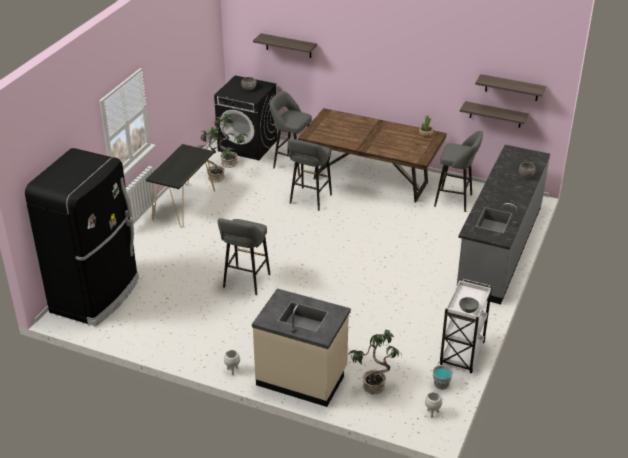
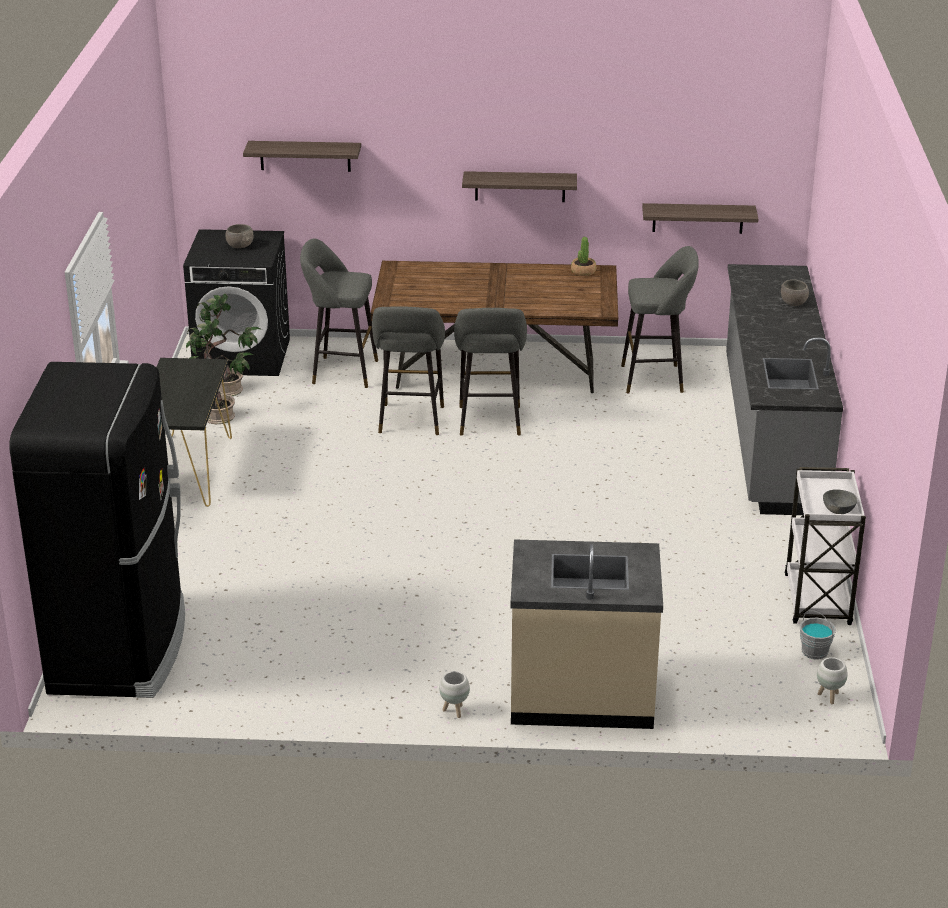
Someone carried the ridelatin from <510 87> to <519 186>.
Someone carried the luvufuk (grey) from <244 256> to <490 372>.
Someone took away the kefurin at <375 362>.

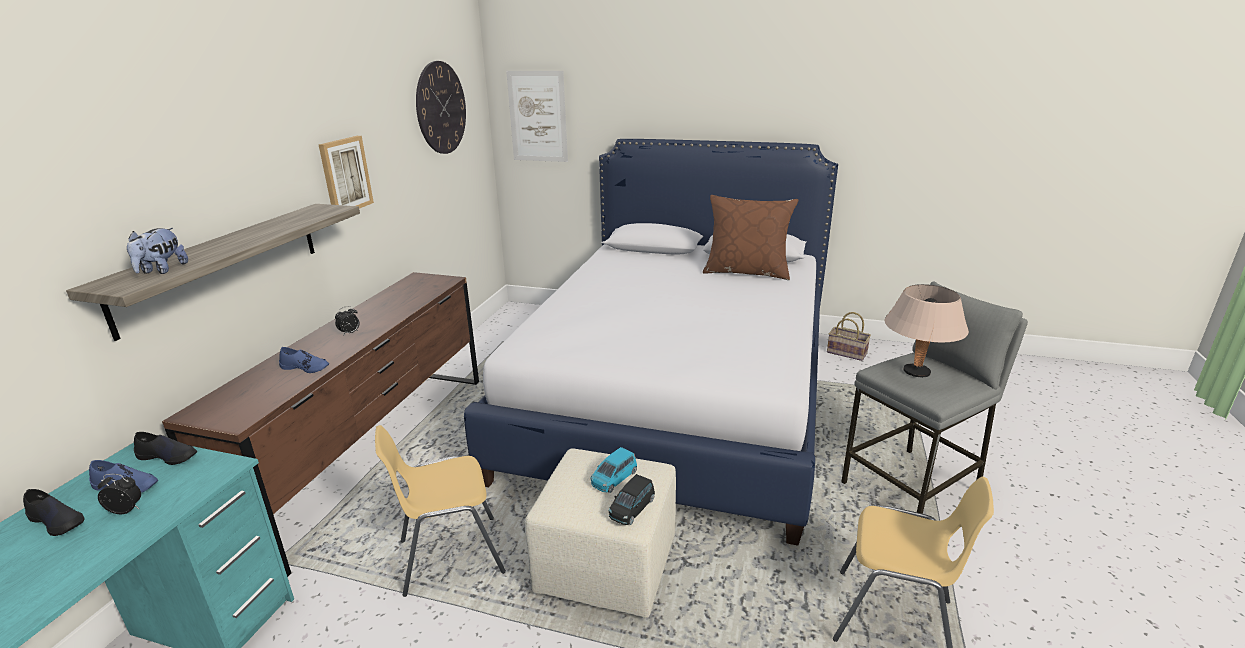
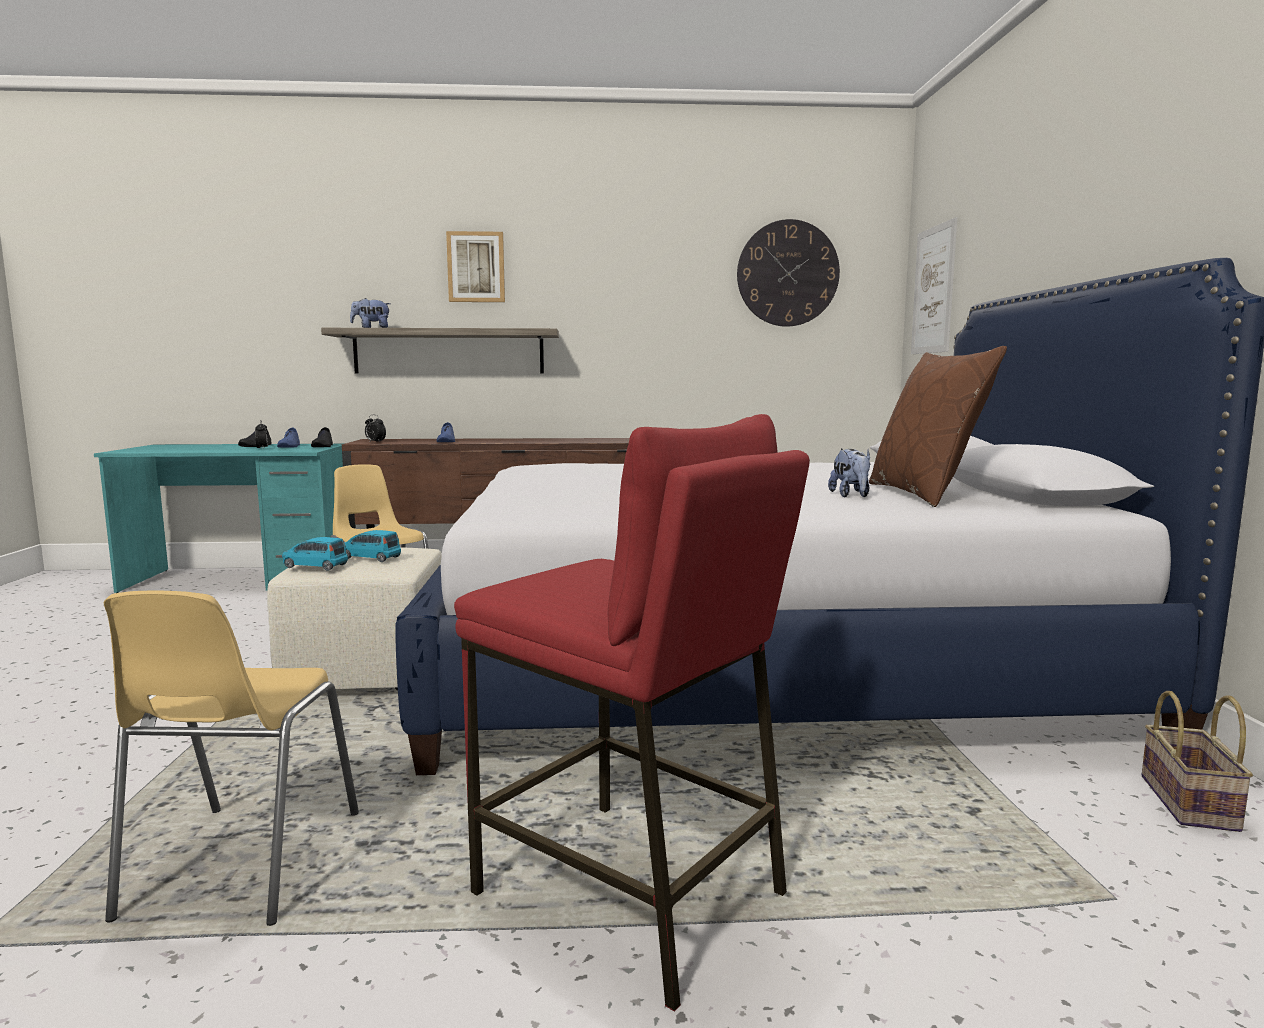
Someone carried the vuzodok from <346 172> to <475 266>.
Someone repainted the luvufuk (grey) at <934 397>, which became the luvufuk (red) at <632 713>.
Someone took away the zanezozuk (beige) at <927 331>.
Someone carried the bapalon from <347 321> to <375 428>.
Someone repainted the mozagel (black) at <631 499>, which became the mozagel (blue) at <315 554>.
Someone put down the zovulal at <849 473>.

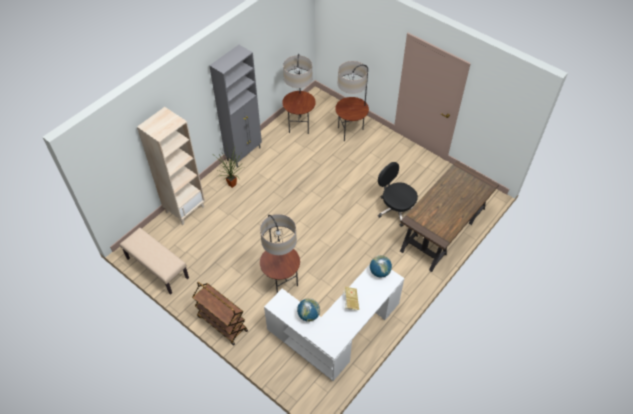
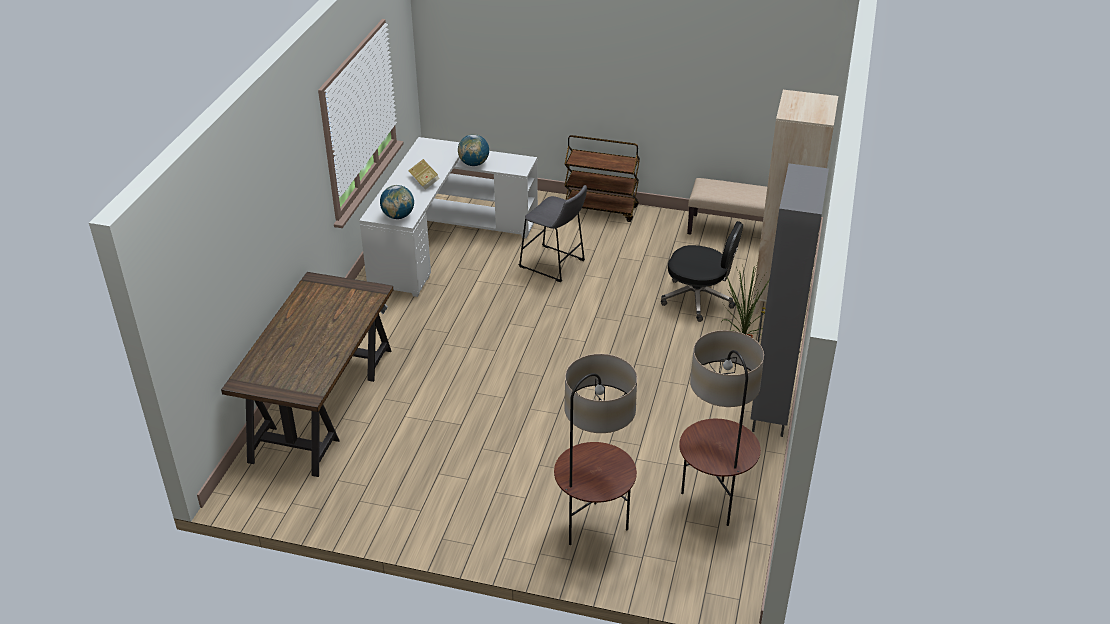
Someone carried the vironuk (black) from <398 194> to <702 271>.
Someone swapped the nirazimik at <280 253> for the luvufuk (grey) at <553 234>.

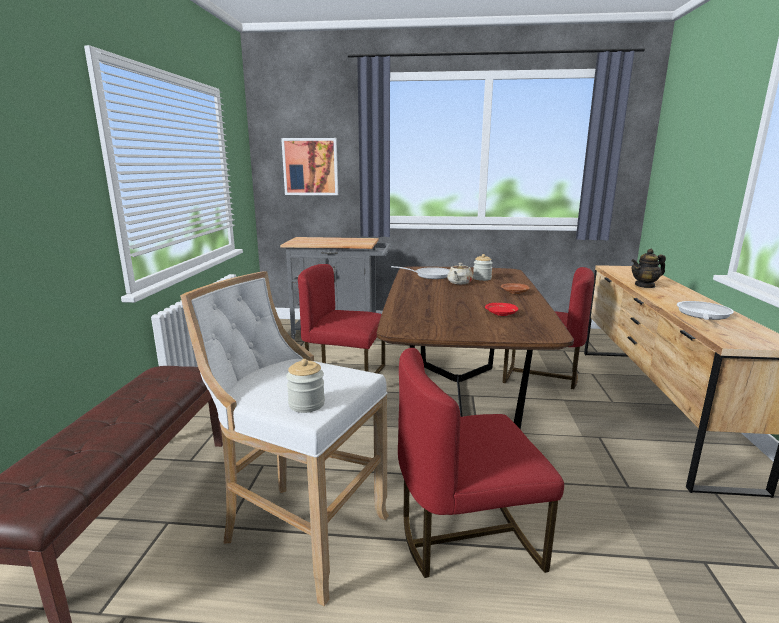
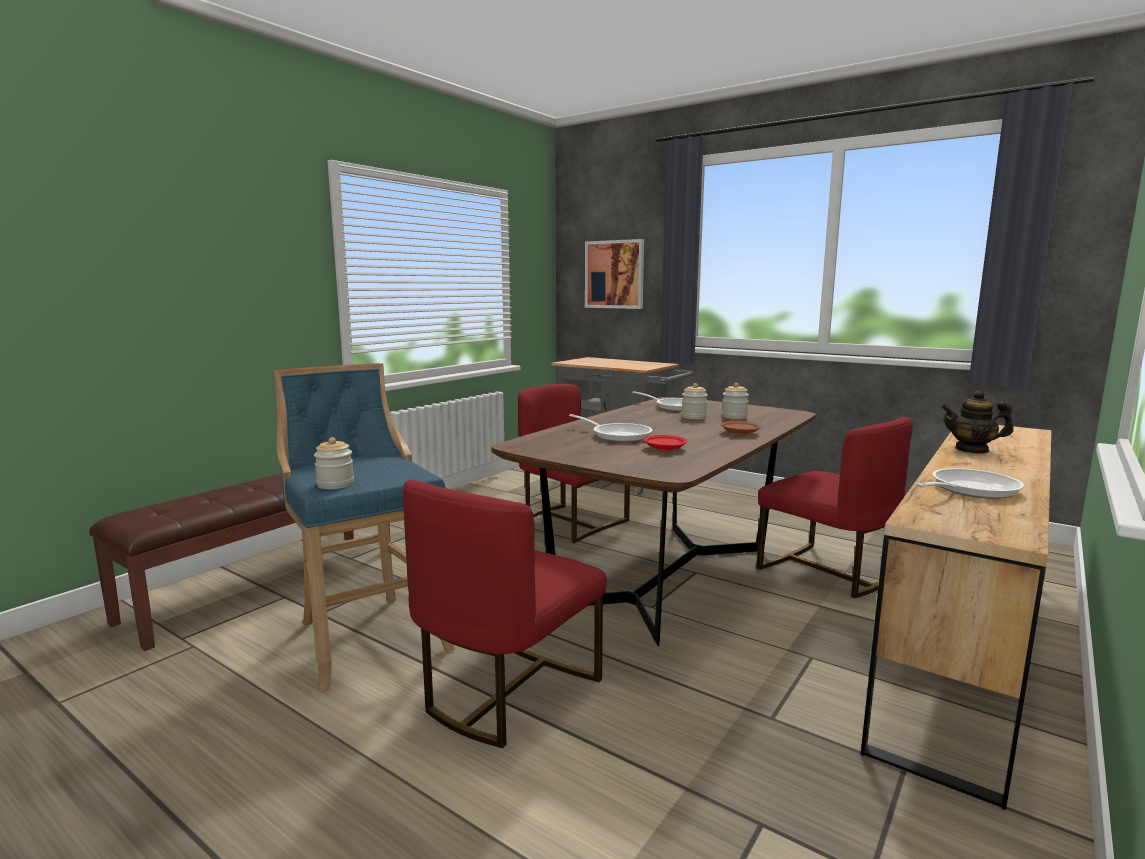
Someone swapped the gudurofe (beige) at <460 273> for the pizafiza at <694 401>.
Someone repainted the luvufuk (white) at <284 438>, which became the luvufuk (blue) at <364 528>.
Someone rotated the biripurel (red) at <481 463> by 75 degrees counterclockwise.
Someone put down the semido at <611 428>.

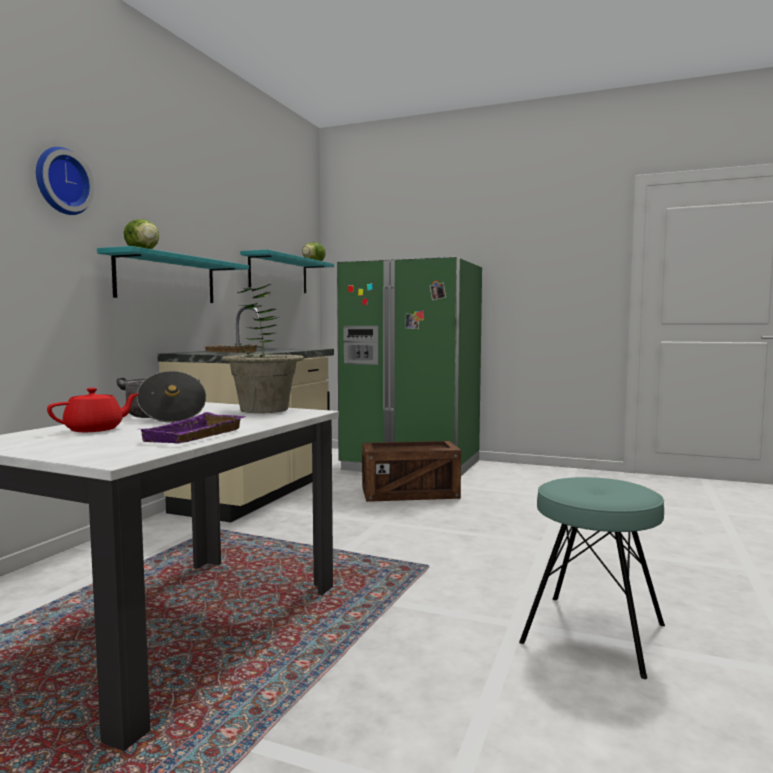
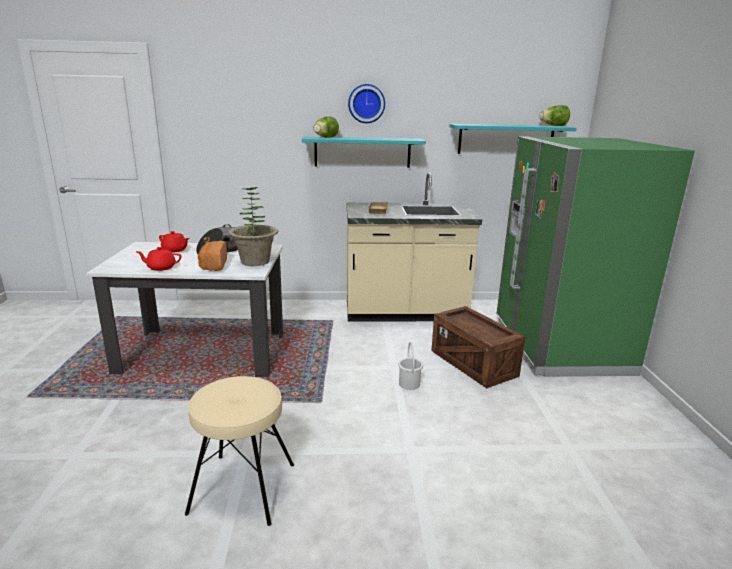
Someone carried the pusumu from <65 181> to <366 103>.
Someone swapped the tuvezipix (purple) at <193 428> for the gudurofe (red) at <158 259>.
Someone repainted the luvufuk (turquoise) at <592 578>, which became the luvufuk (beige) at <239 451>.
Someone put down the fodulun at <212 256>.
Someone put down the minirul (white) at <410 366>.

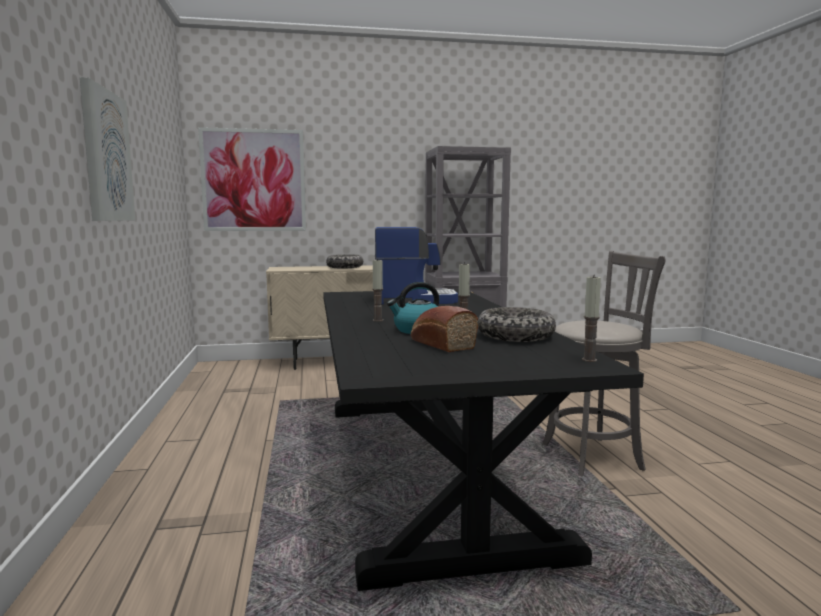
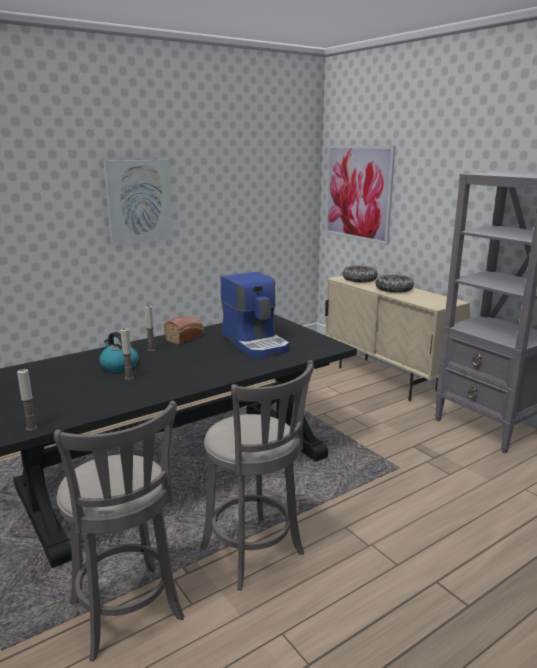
Someone carried the fodulun from <444 329> to <184 330>.
Someone carried the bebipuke from <516 324> to <360 274>.
Someone put down the luvufuk (grey) at <119 531>.

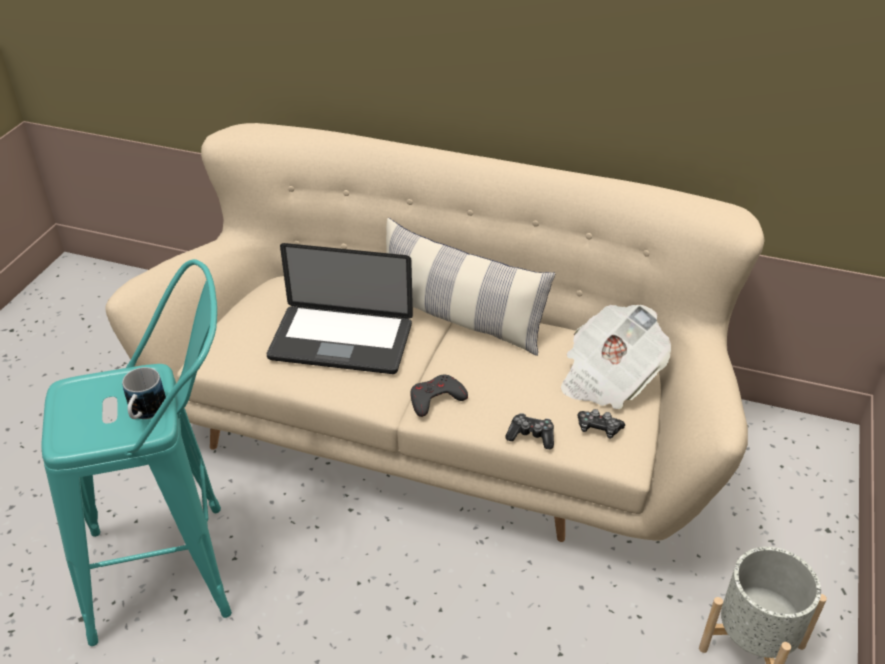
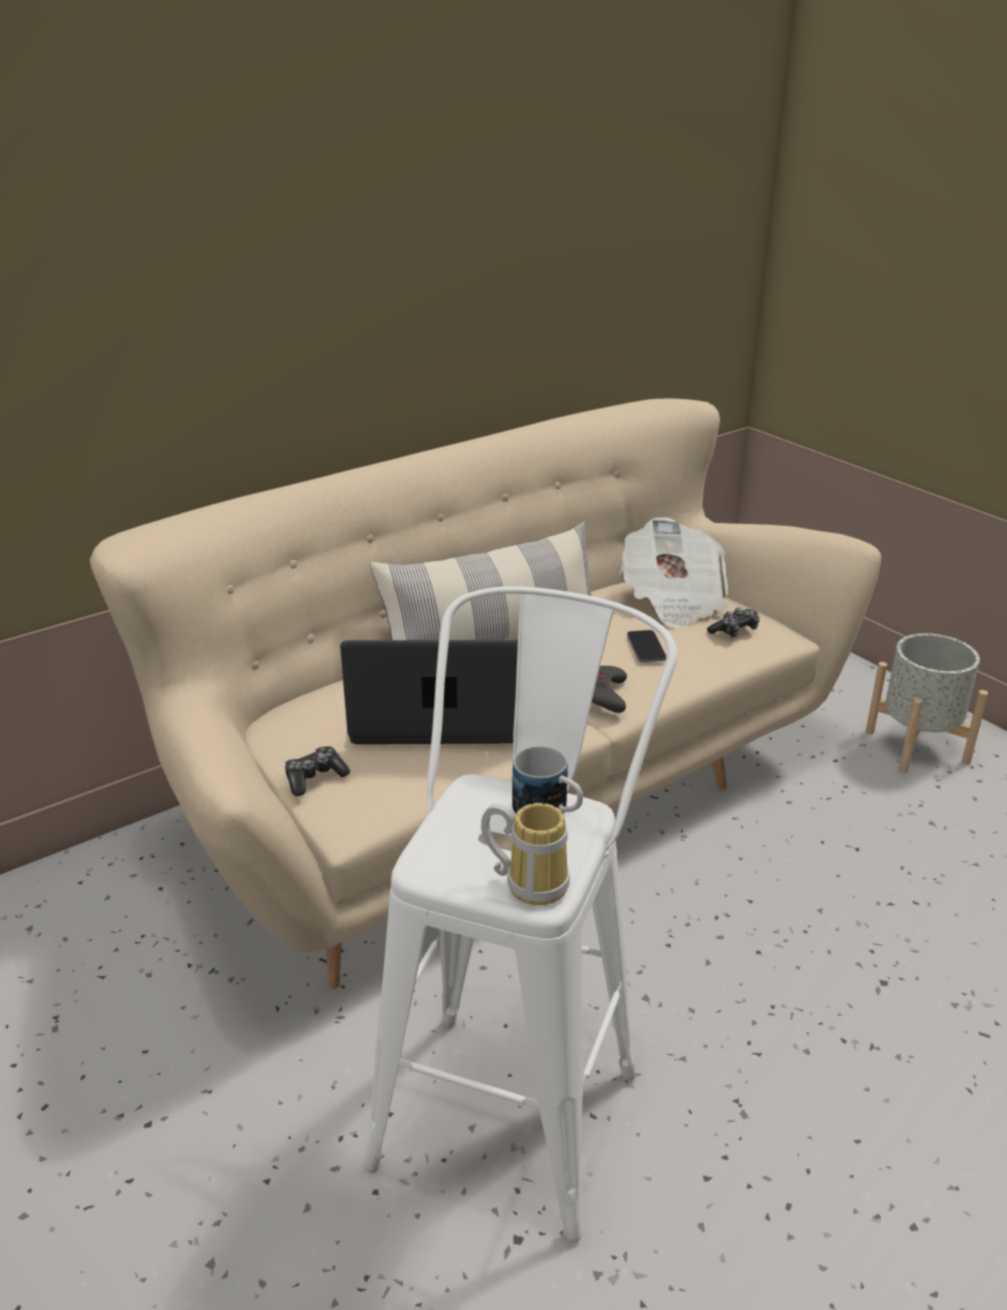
Someone rotated the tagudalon at <340 308> by 135 degrees counterclockwise.
Someone repainted the luvufuk (turquoise) at <137 452>, which became the luvufuk (white) at <520 914>.
Someone carried the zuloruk from <529 431> to <317 771>.
Someone put down the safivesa at <646 646>.
Someone put down the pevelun at <525 854>.

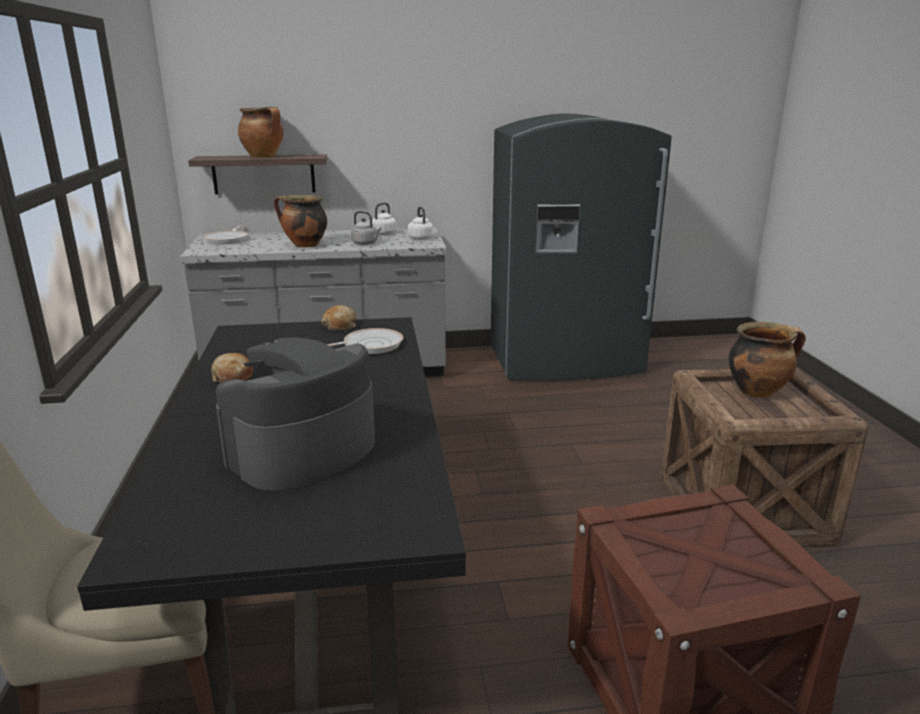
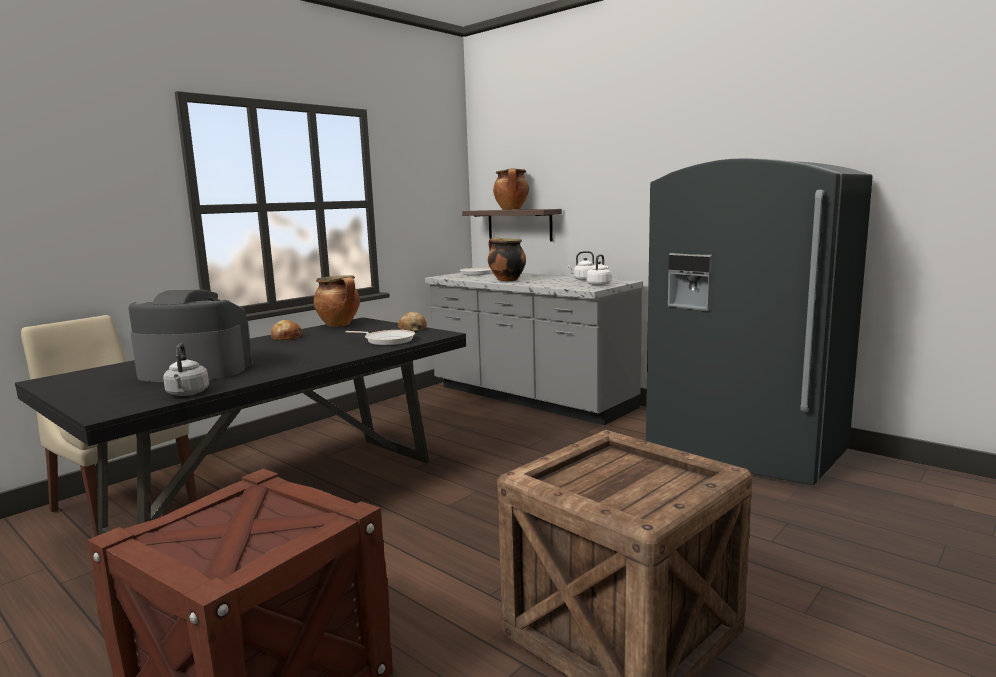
Someone carried the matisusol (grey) from <366 228> to <186 369>.
Someone carried the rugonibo from <767 360> to <337 301>.

